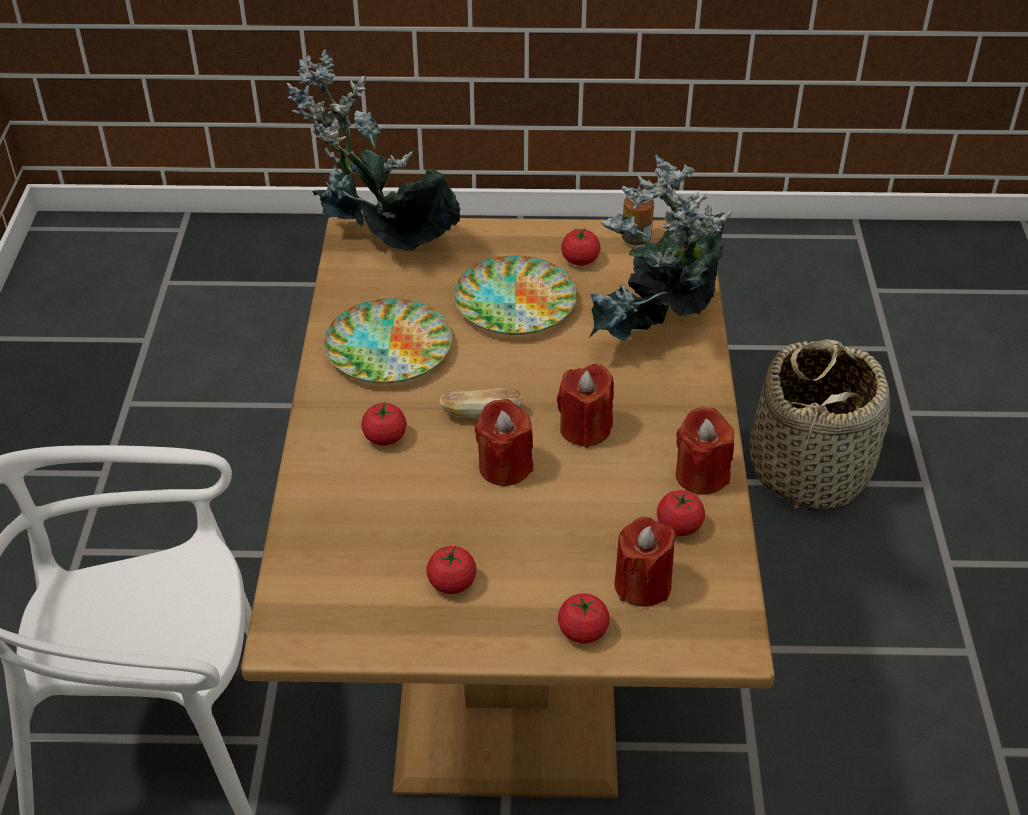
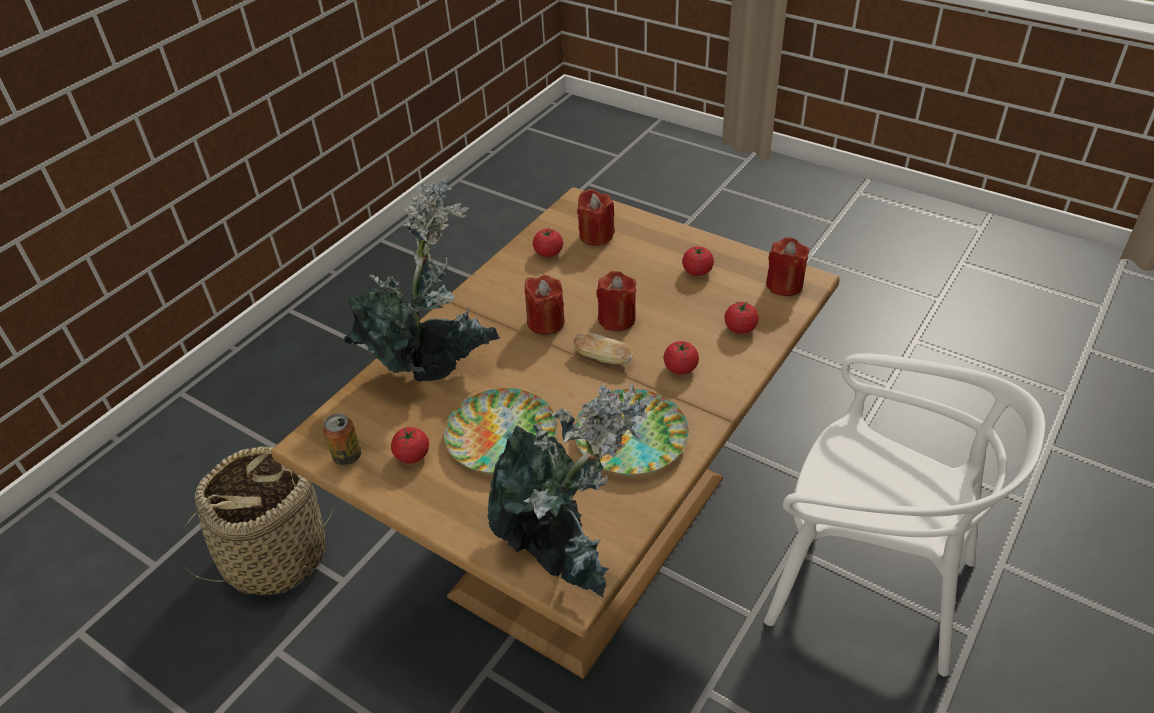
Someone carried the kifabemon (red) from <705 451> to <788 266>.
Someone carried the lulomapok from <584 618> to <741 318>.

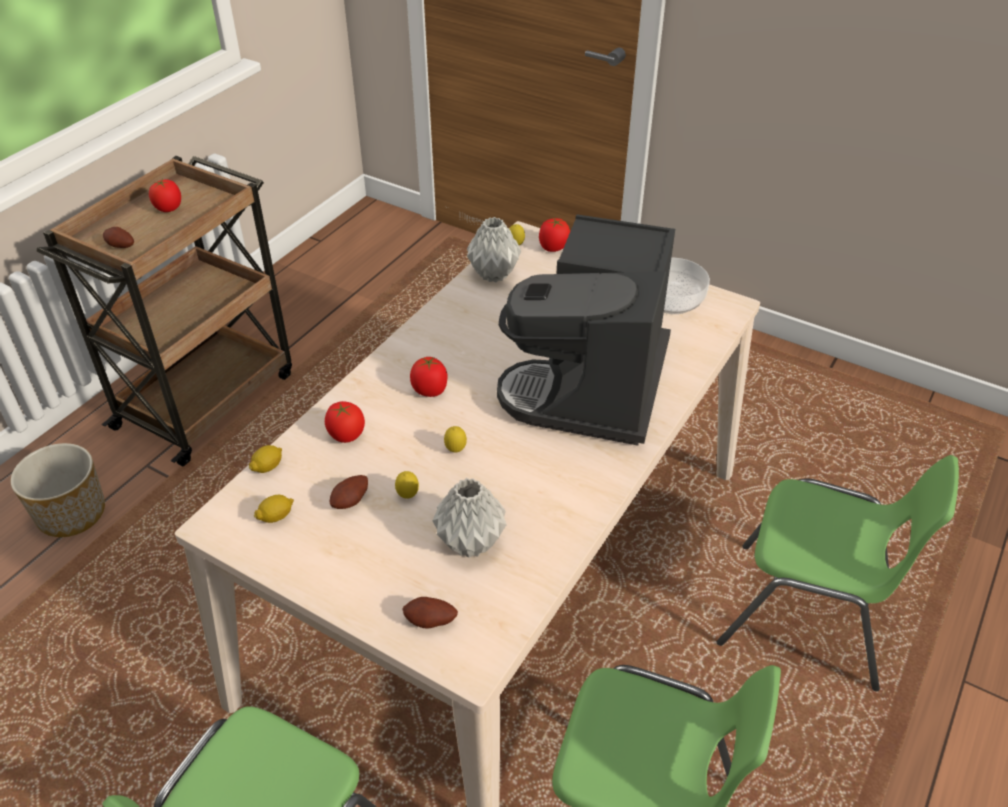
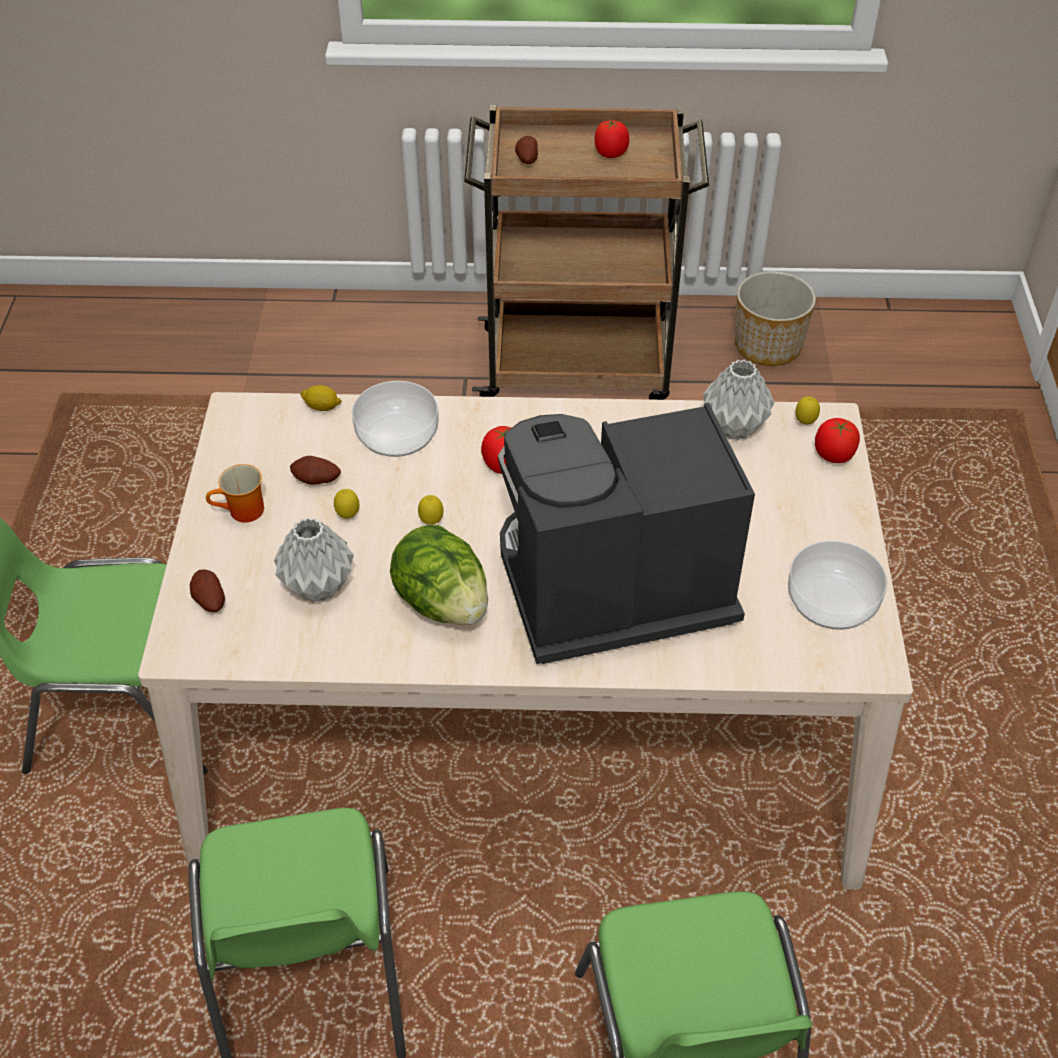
Someone swapped the lulomapok at <345 422> for the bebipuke at <395 419>.
Someone carried the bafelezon from <57 490> to <775 318>.
Someone took away the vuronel at <274 508>.
Someone put down the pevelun at <235 493>.
Someone put down the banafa at <439 575>.

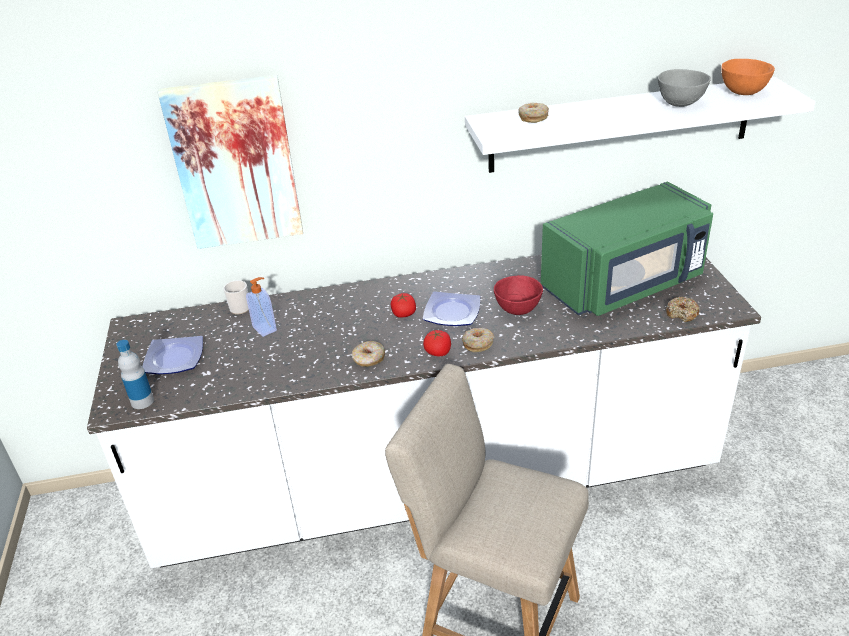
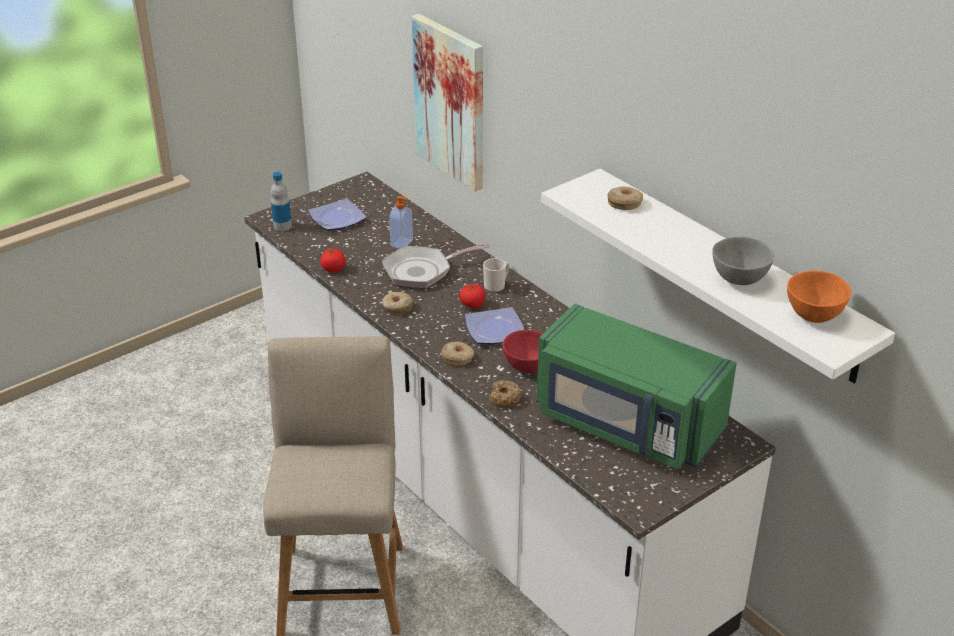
Someone carried the pevelun from <236 297> to <496 275>.
Someone carried the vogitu from <683 309> to <505 393>.
Someone carried the lulomapok from <437 343> to <333 261>.
Someone put down the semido at <436 265>.

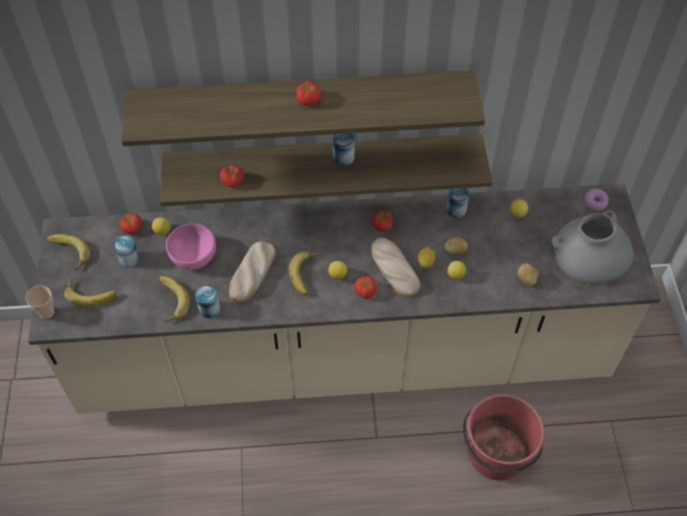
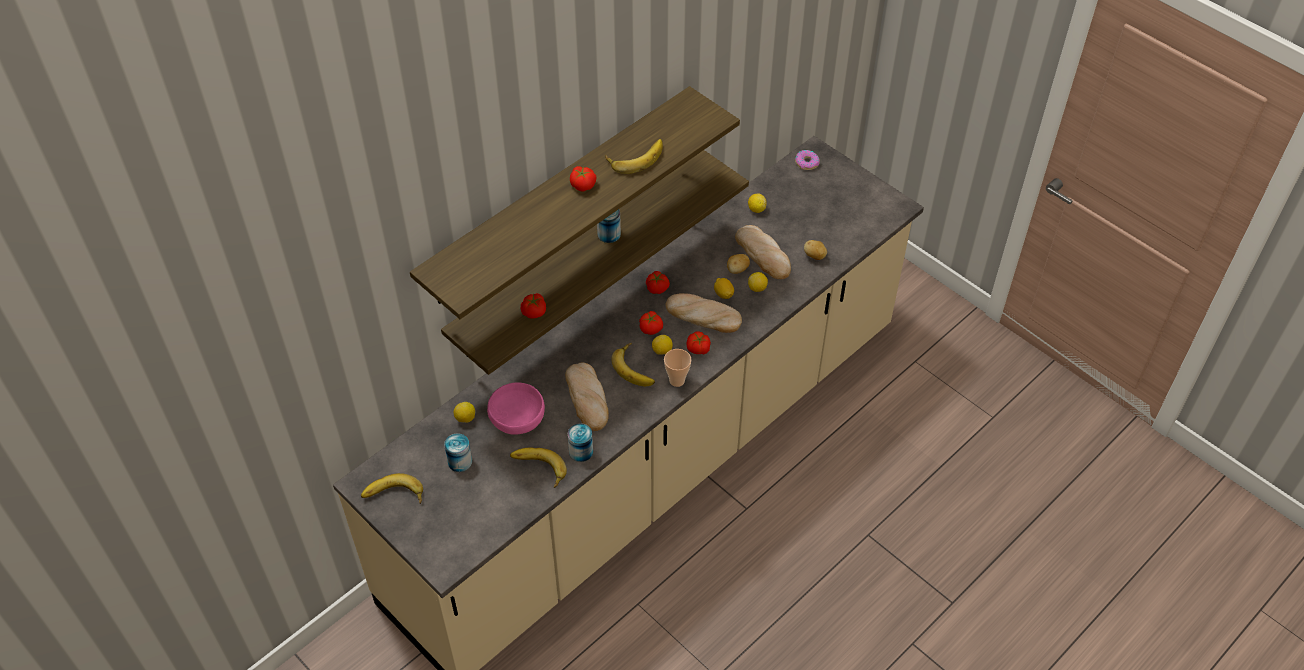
Someone took away the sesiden at <458 203>.
Someone took away the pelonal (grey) at <592 247>.
Someone carried the lulomapok from <130 223> to <651 323>.
Someone carried the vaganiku from <90 292> to <634 156>.
Someone carried the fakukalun from <39 302> to <677 368>.
Someone took away the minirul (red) at <504 437>.
Someone put down the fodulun at <763 252>.

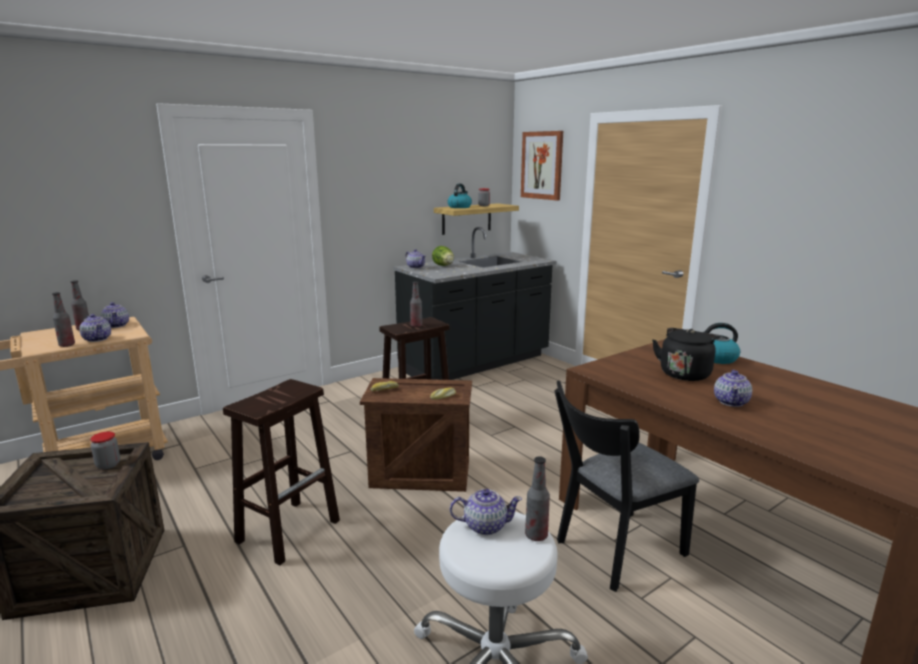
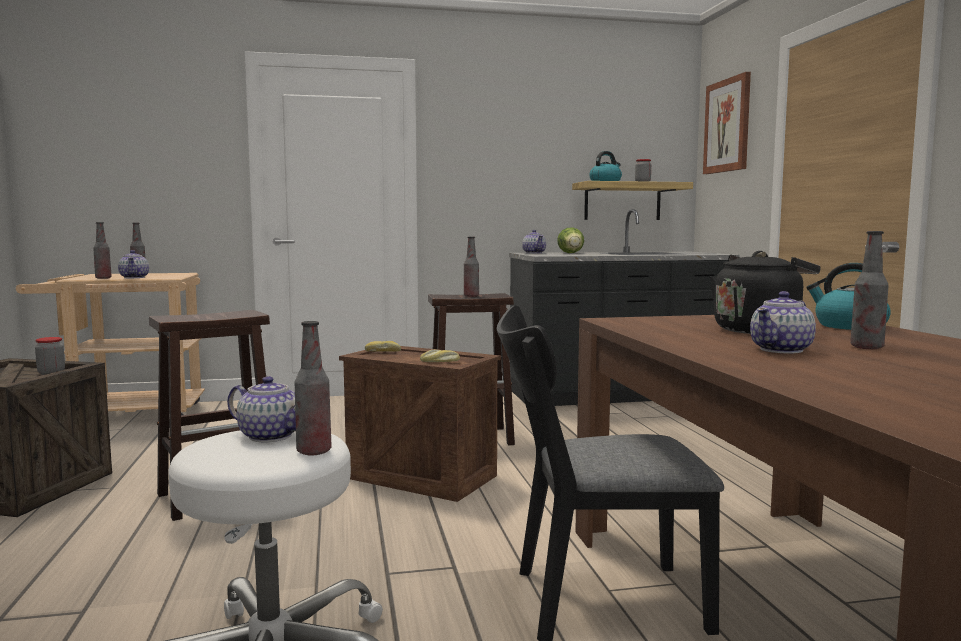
Someone took away the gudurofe at <114 315>.
Someone put down the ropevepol at <869 290>.

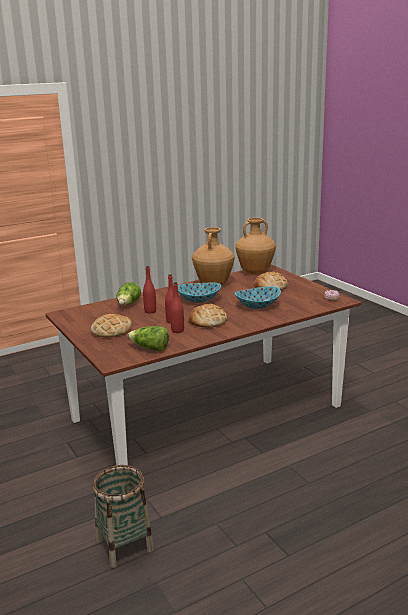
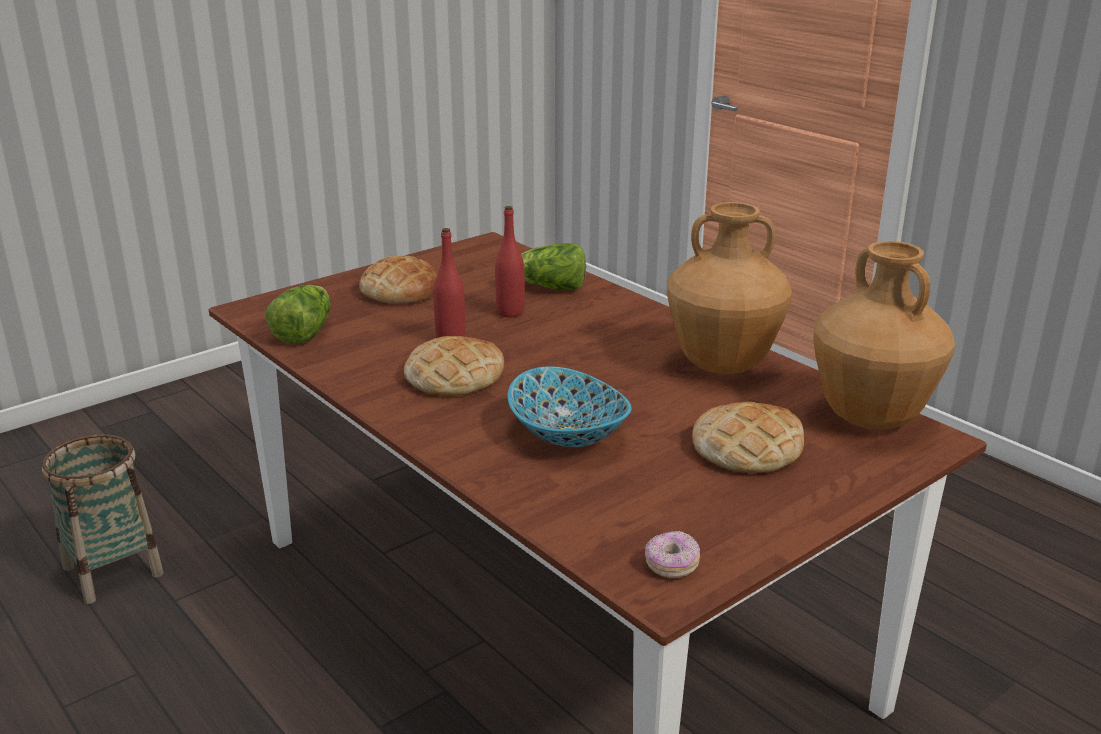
Someone took away the ropevepol (red) at <177 307>.
Someone took away the bebipuke at <199 293>.

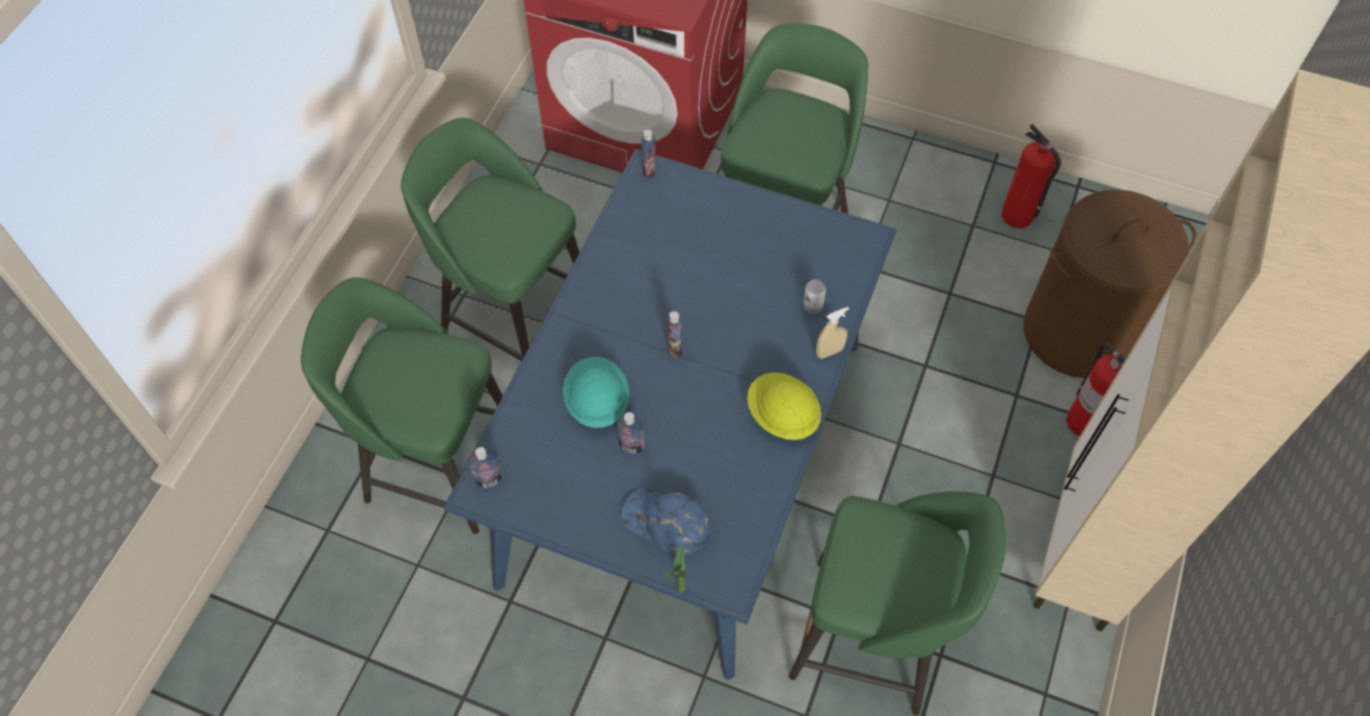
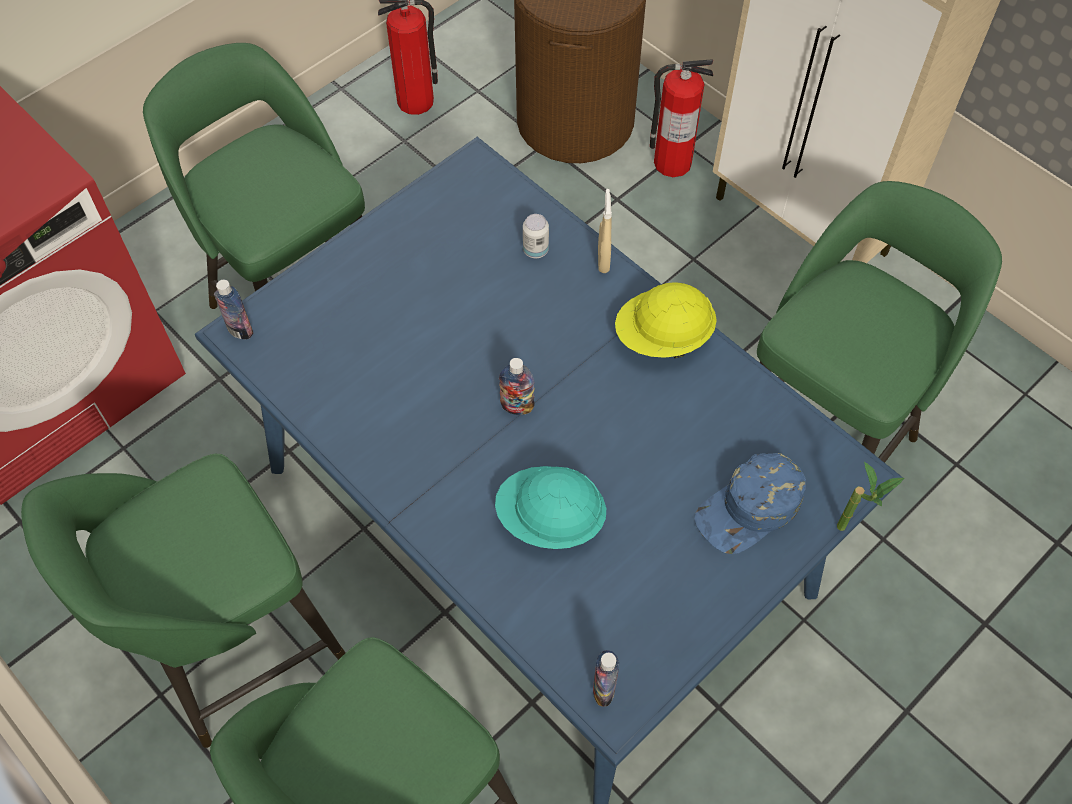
Someone took away the ropevepol at <631 433>.

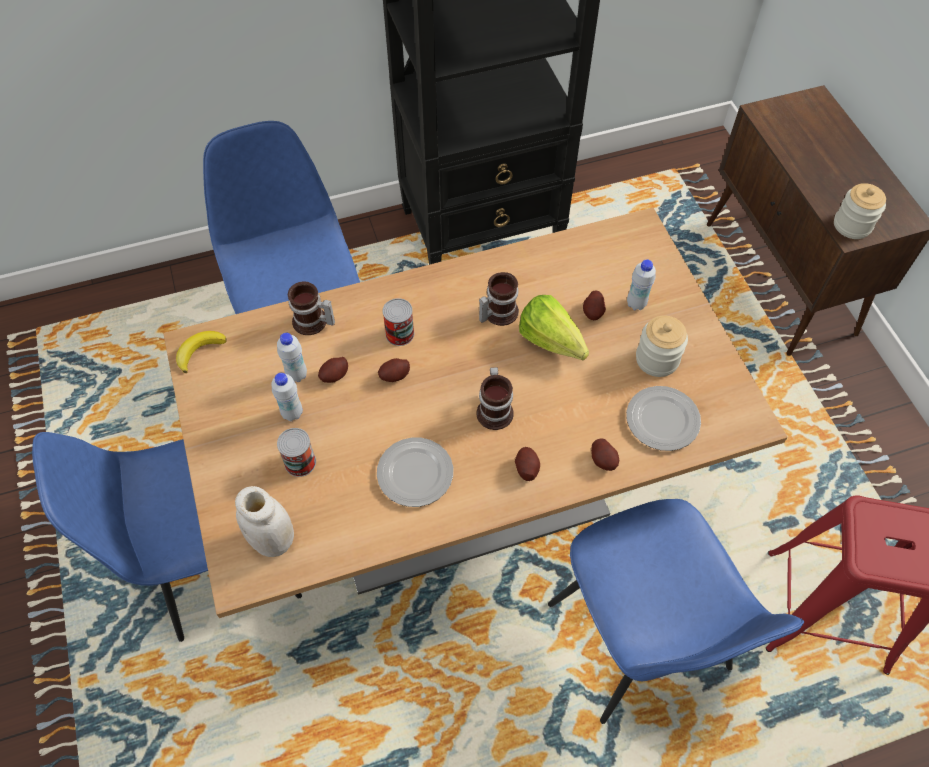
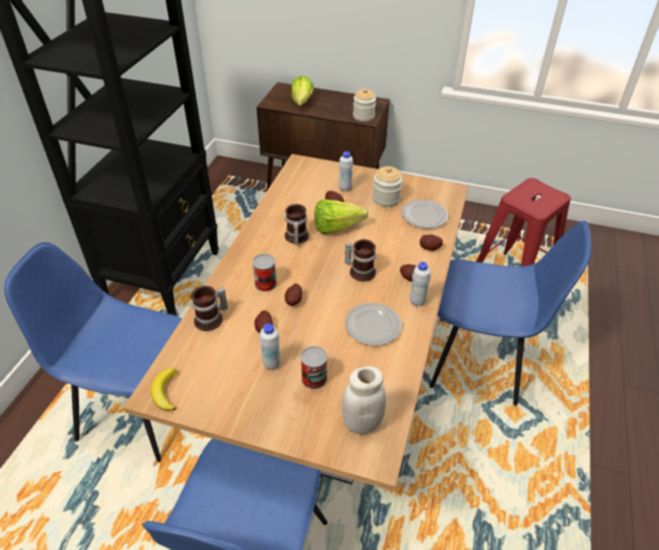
Someone carried the ropevepol (white) from <292 357> to <420 284>.
Someone put down the banafa at <302 91>.

